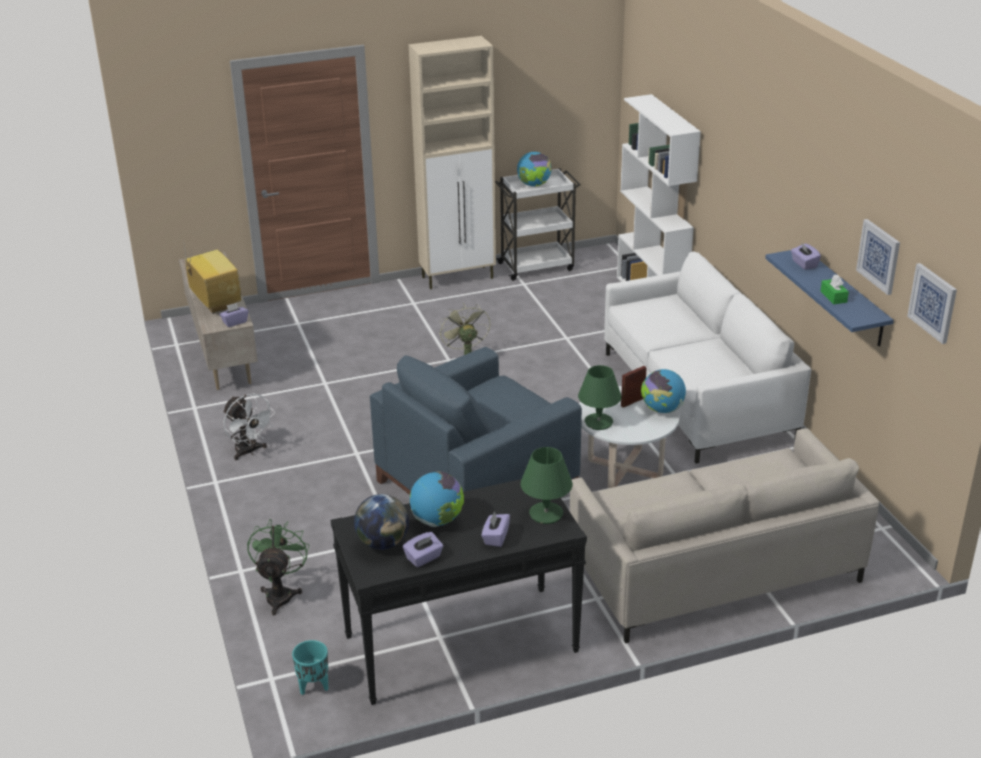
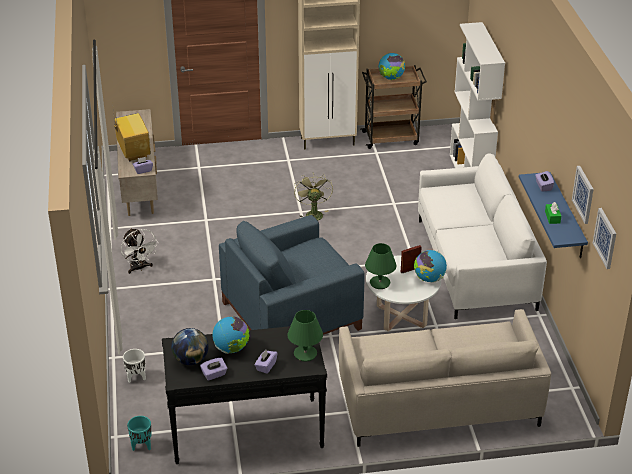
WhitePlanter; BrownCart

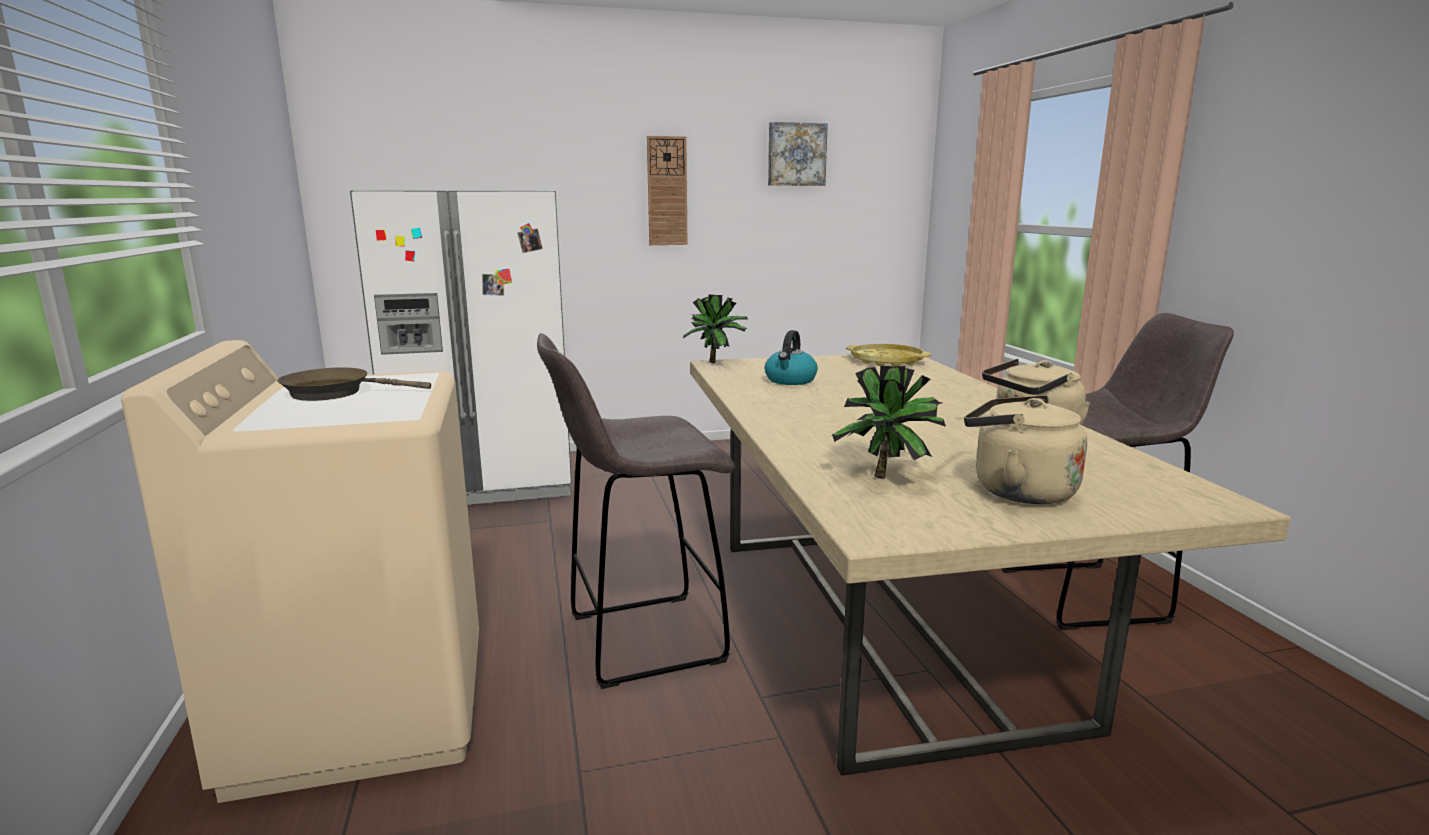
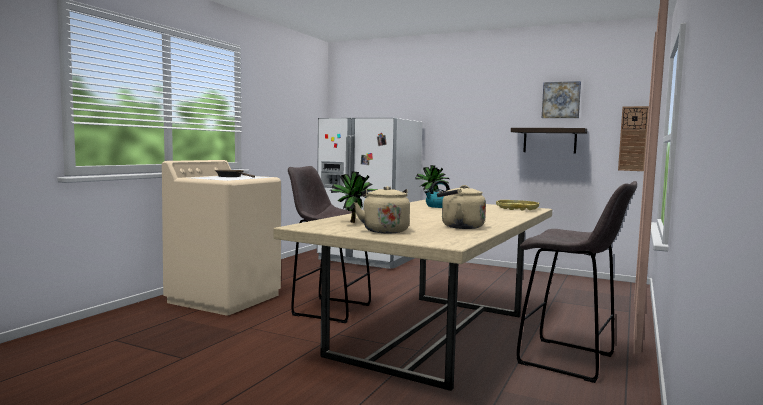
Shelf; WallClock

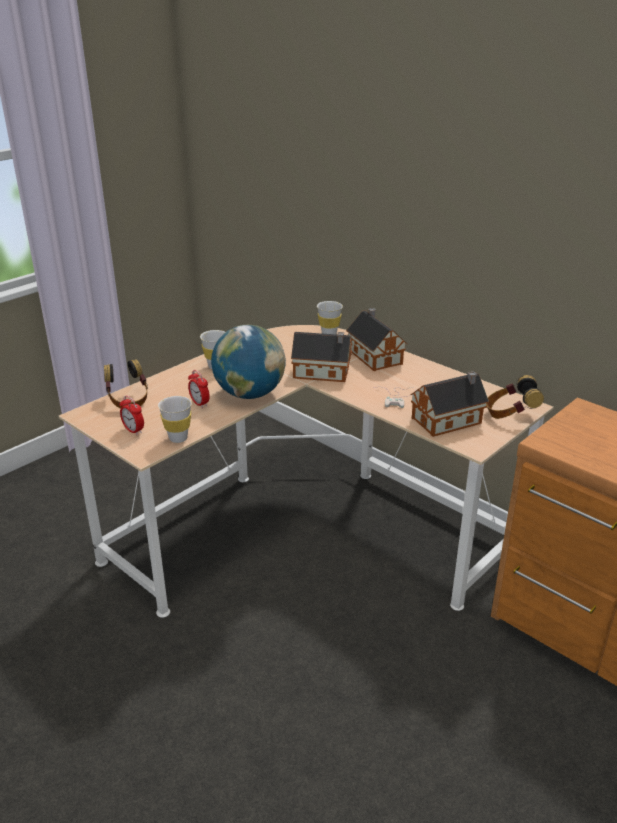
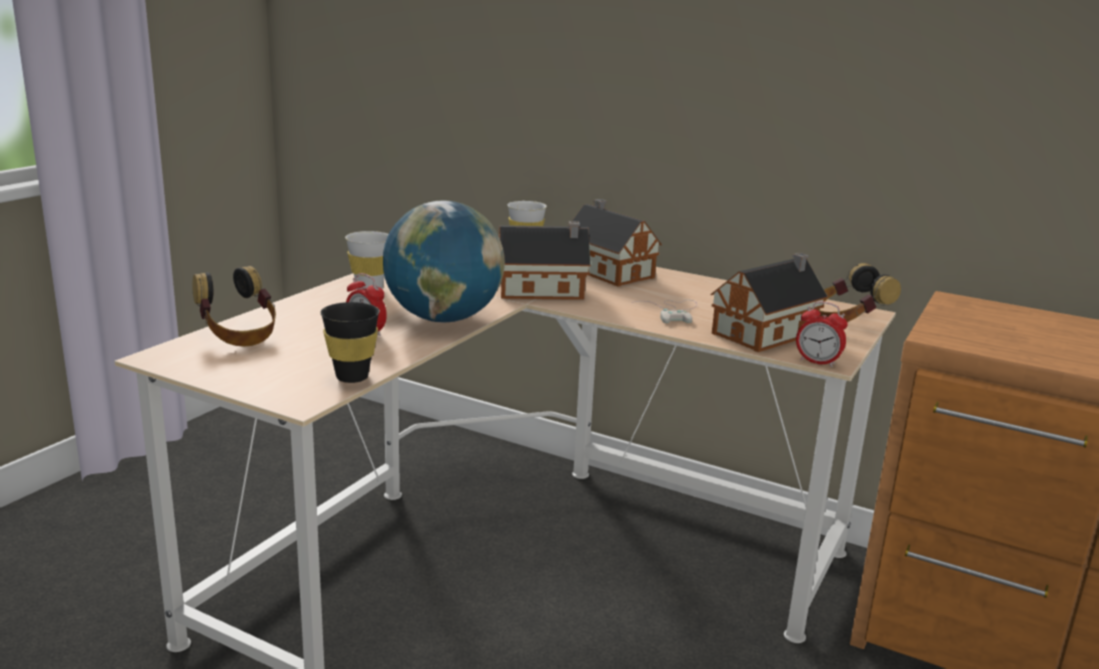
BlackCup; AlarmClock (2nd from left)

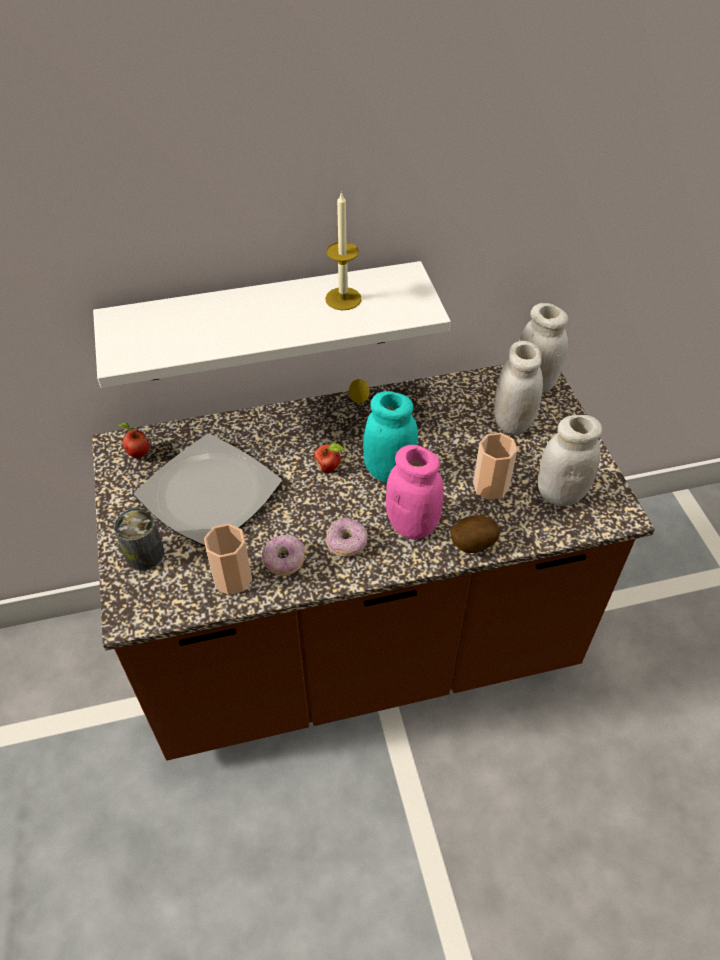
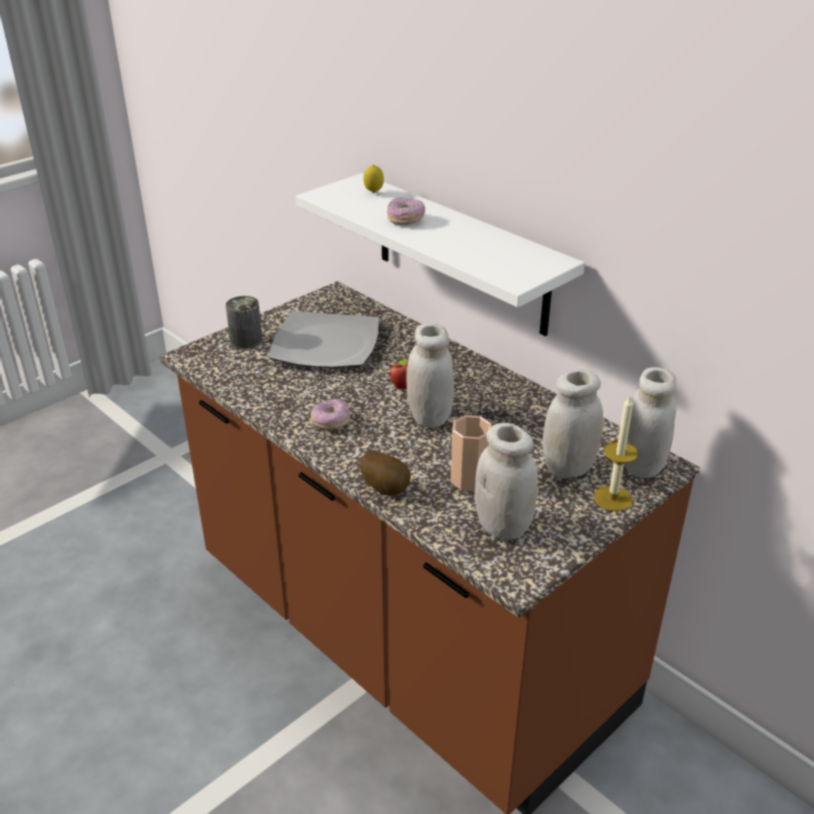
Lemon; Donut (2nd from left); WhiteJar (1st from left); Candle; Apple (1st from left in the first image); Cup (1st from left in the first image); PinkJar

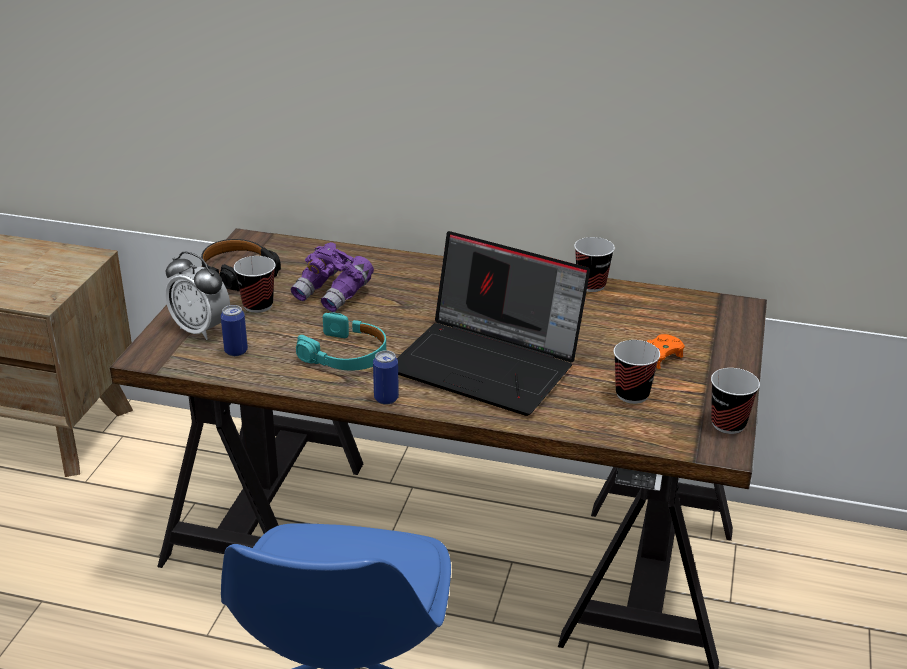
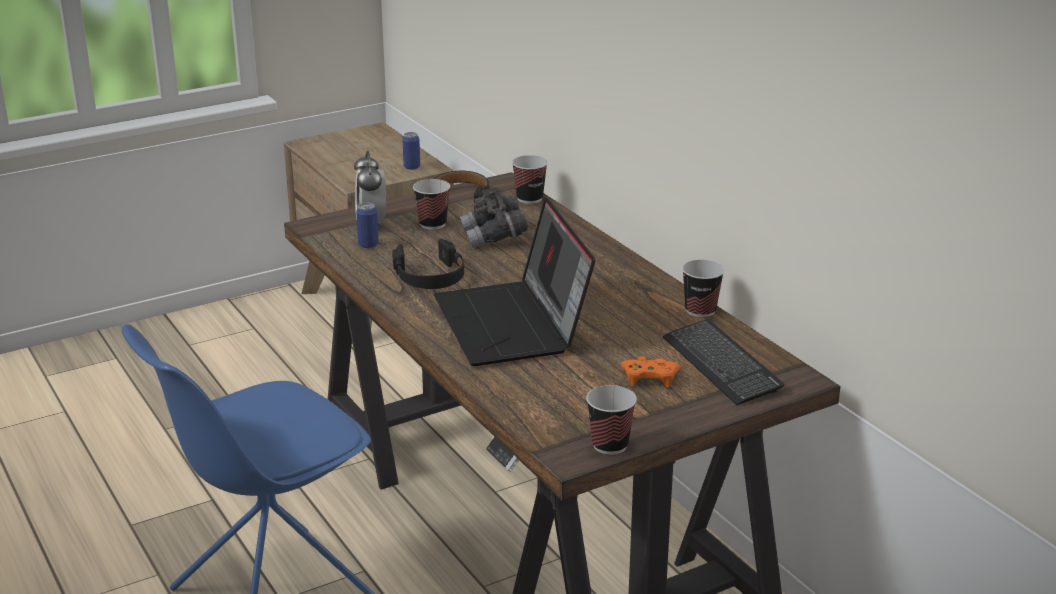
BlackHeadphones (1st from left); Can (2nd from left); GreyBinoculars; Cup (2nd from left); Keyboard

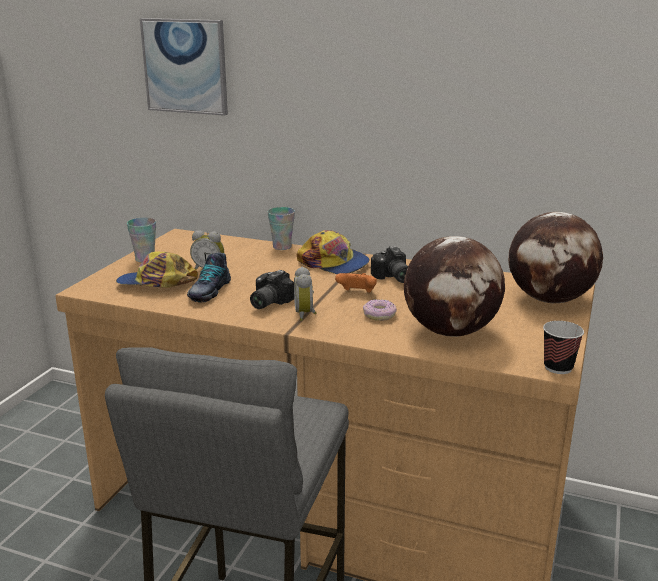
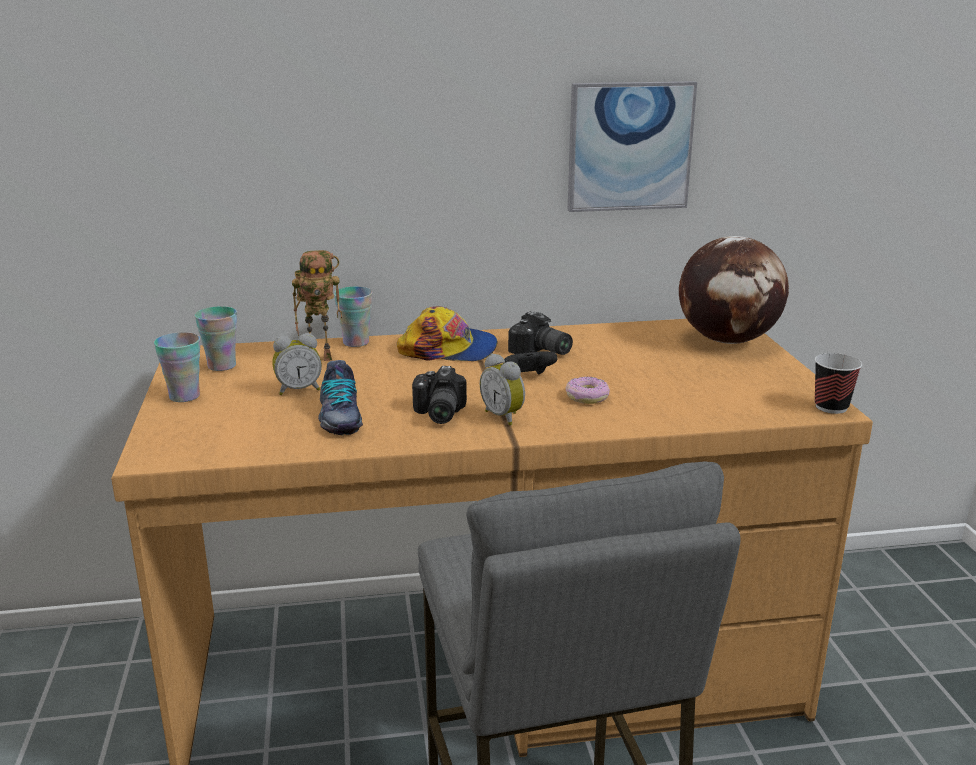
Cup (2nd from left); ToyRobot; BlackGameController; Picture; Cap (1st from left in the first image); Globe (1st from left in the first image)

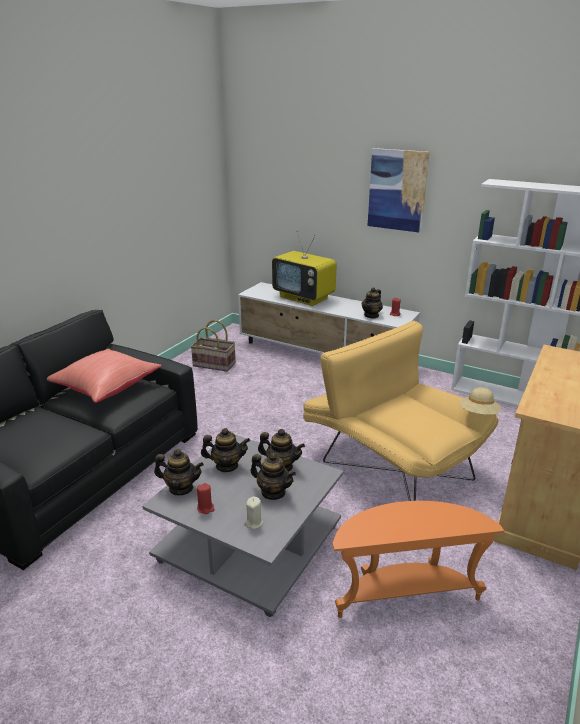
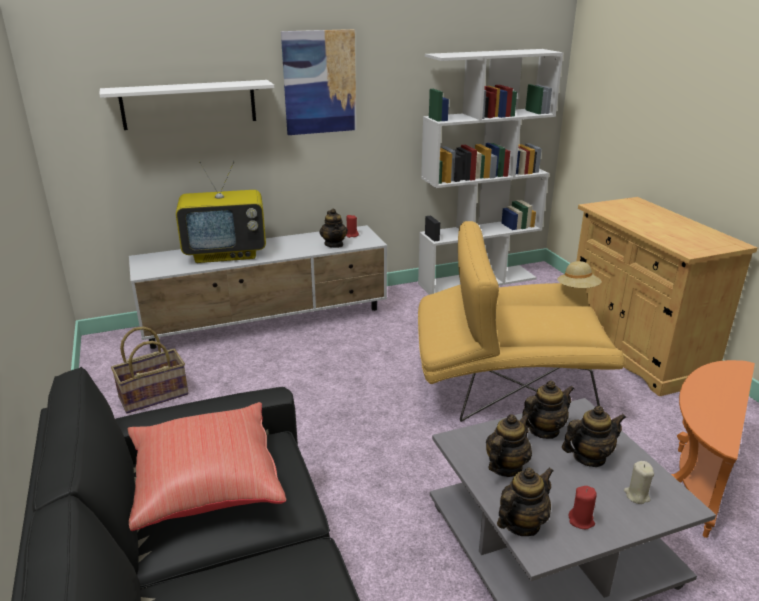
WhiteShelf

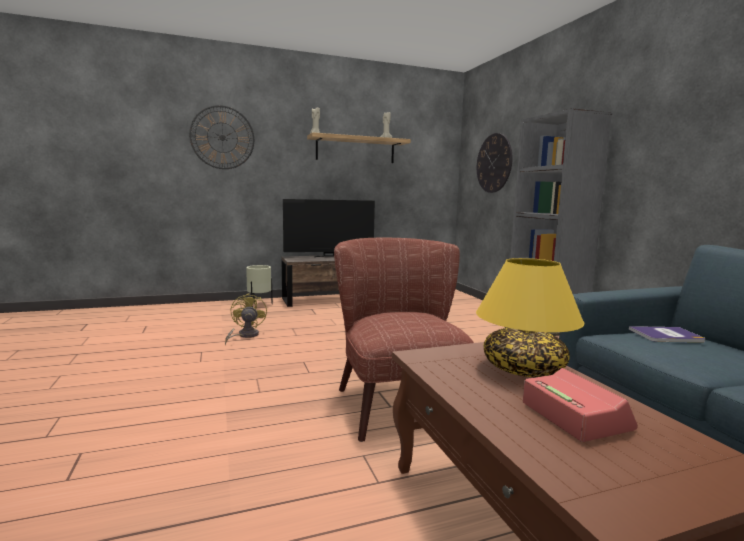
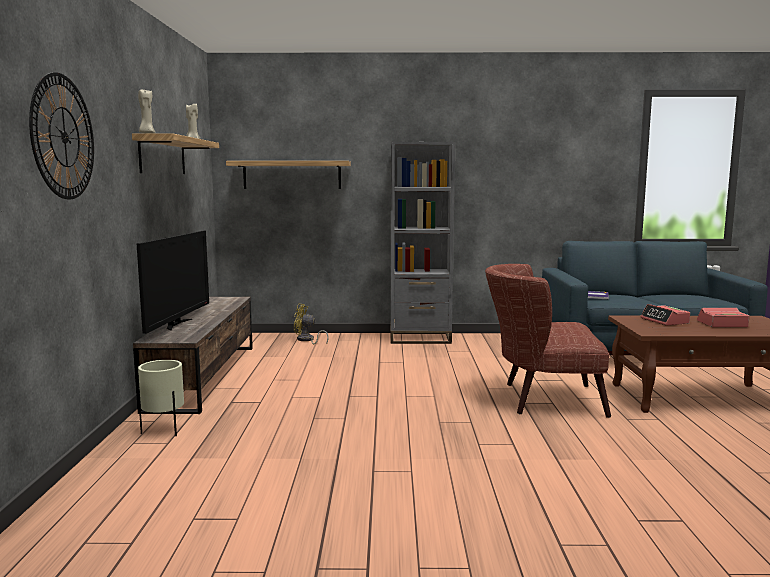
Shelf (2nd from left); YellowFan; AlarmClock (1st from left)

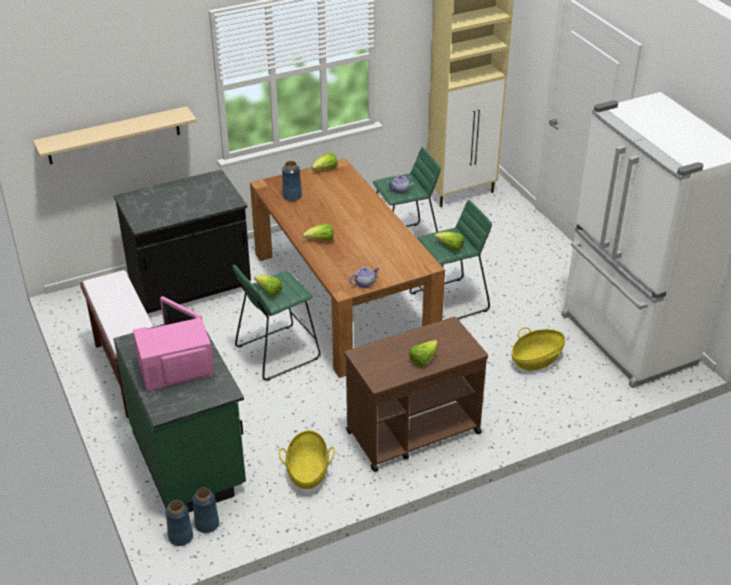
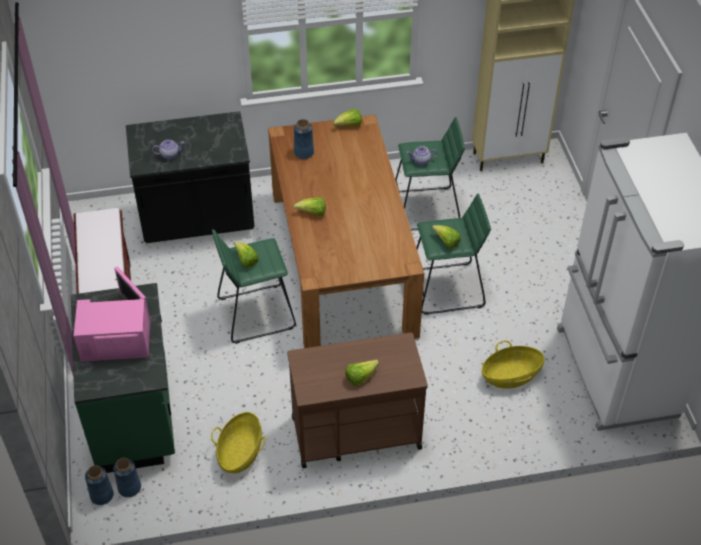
Teapot (1st from left); BeigeShelf

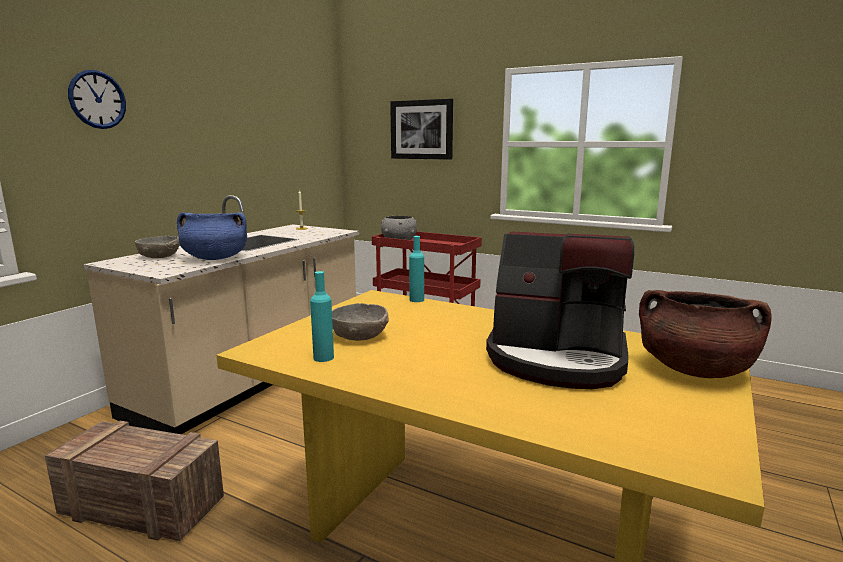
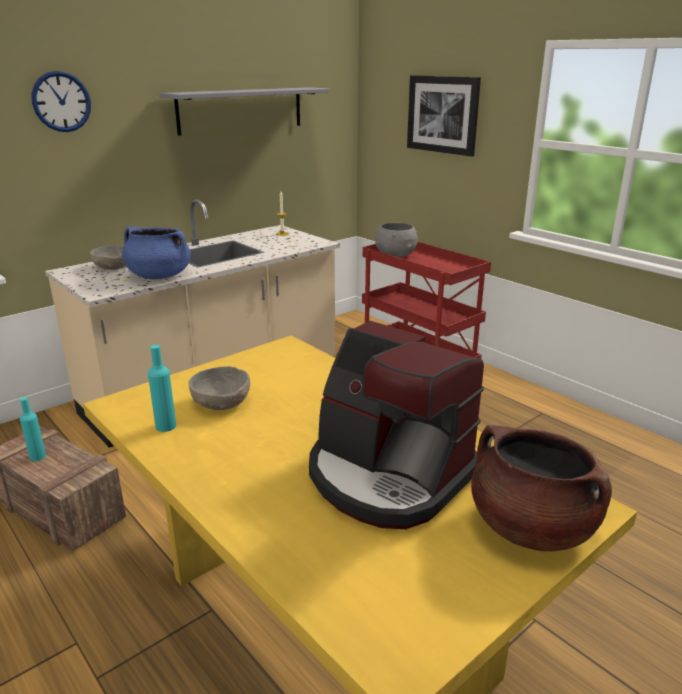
TurquoiseBottle (1st from left); GreyShelf

